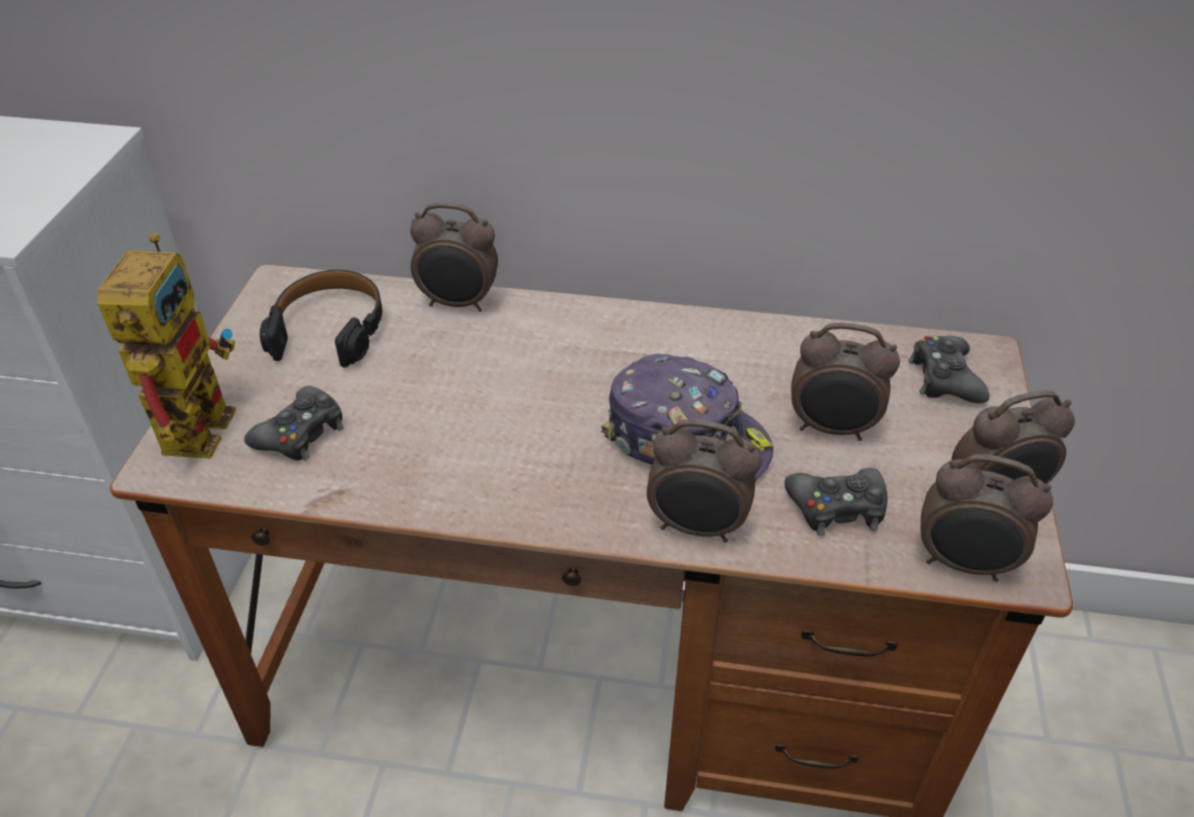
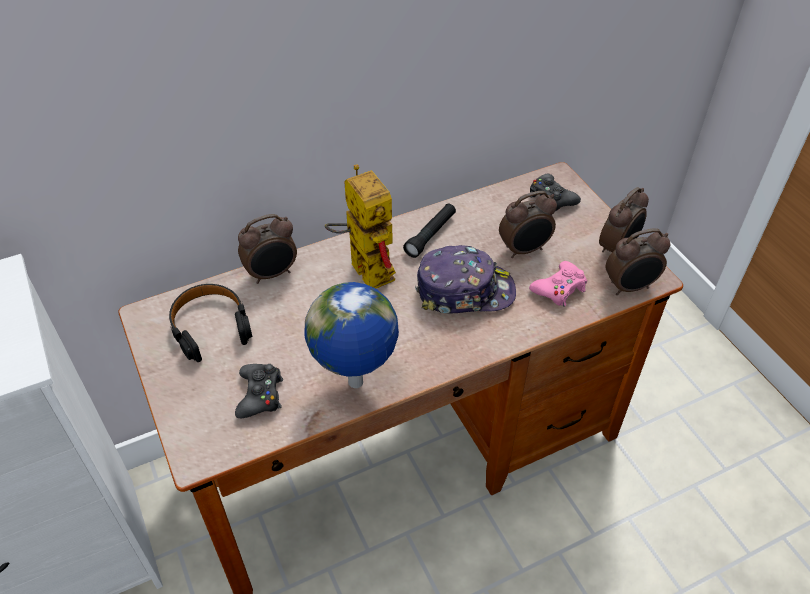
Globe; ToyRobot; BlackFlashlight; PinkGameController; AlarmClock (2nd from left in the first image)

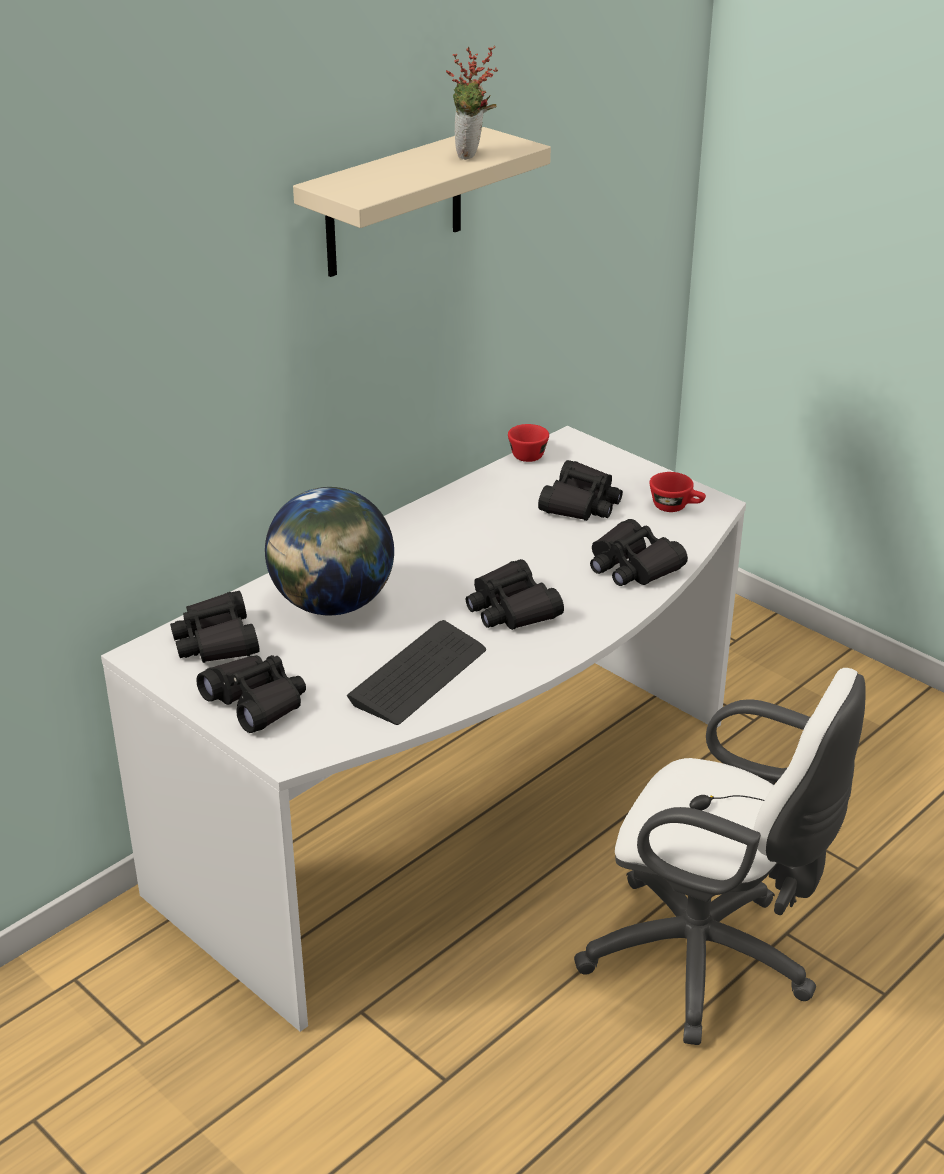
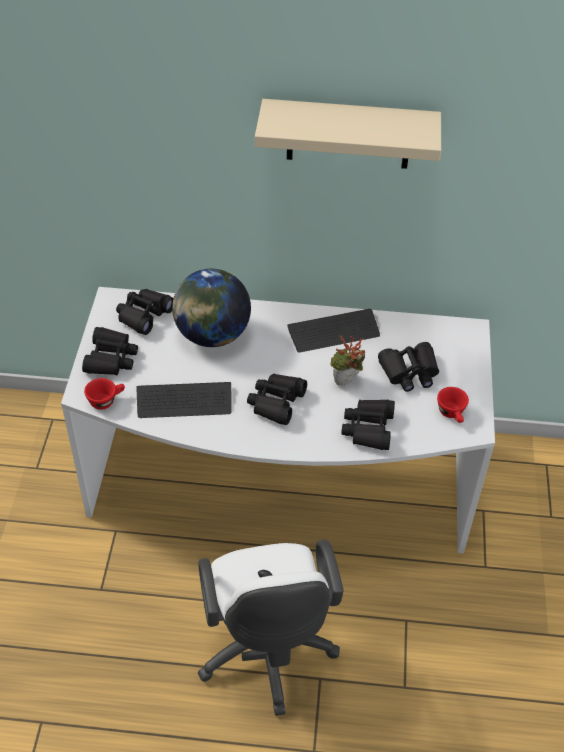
RedCup (1st from left); Keyboard (2nd from left); PottedPlant

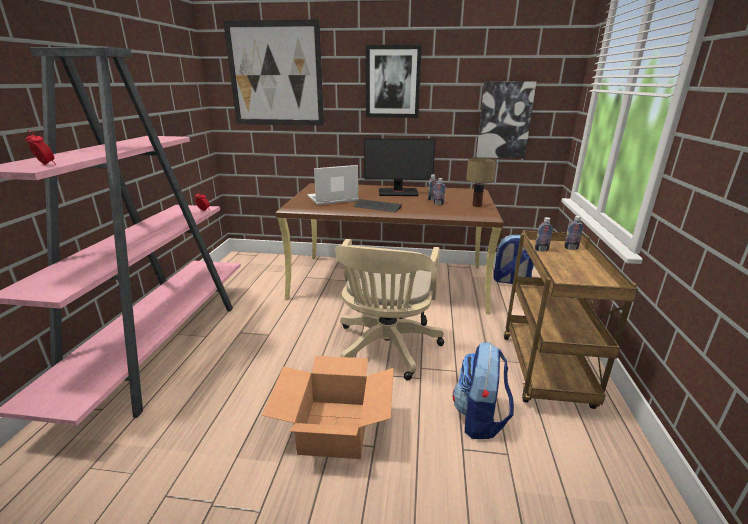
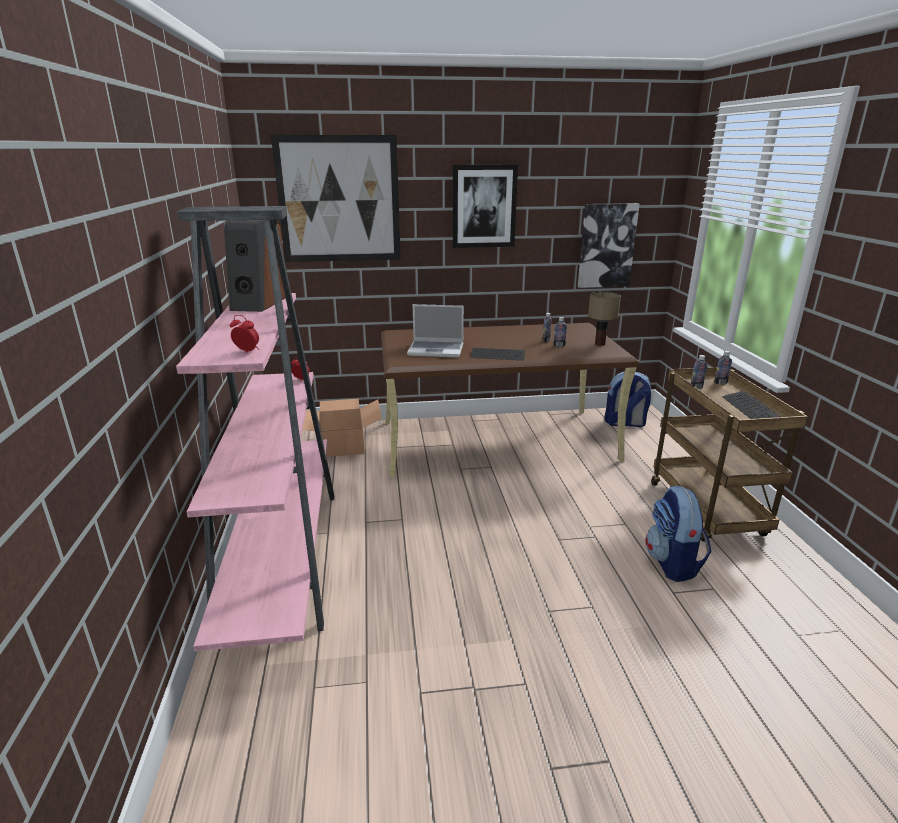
Speaker; CardboardBox; Laptop; Keyboard (2nd from left); BeigeOfficeChair; Monitor

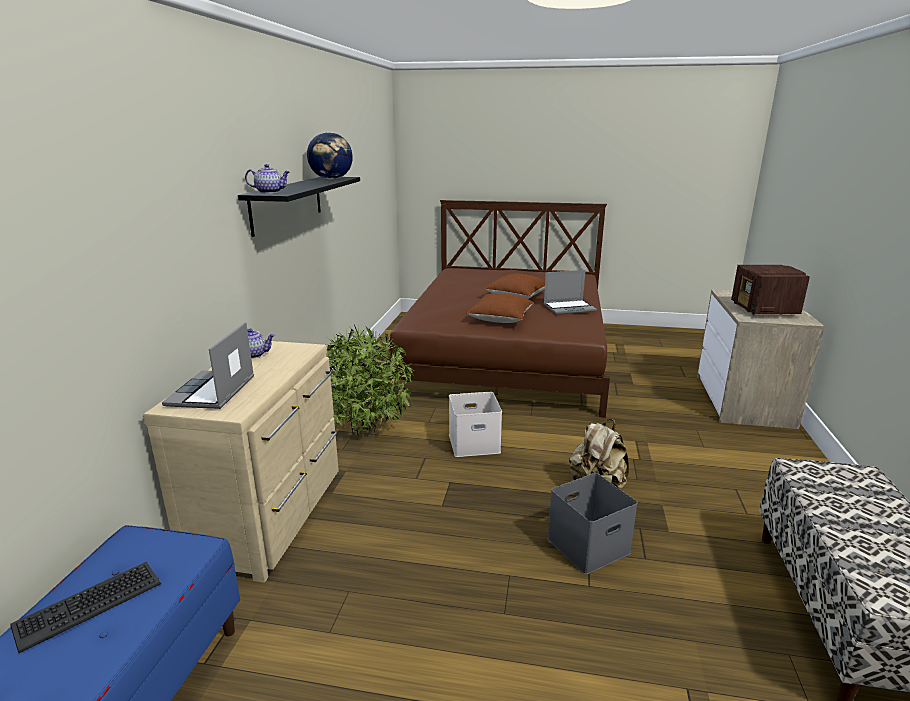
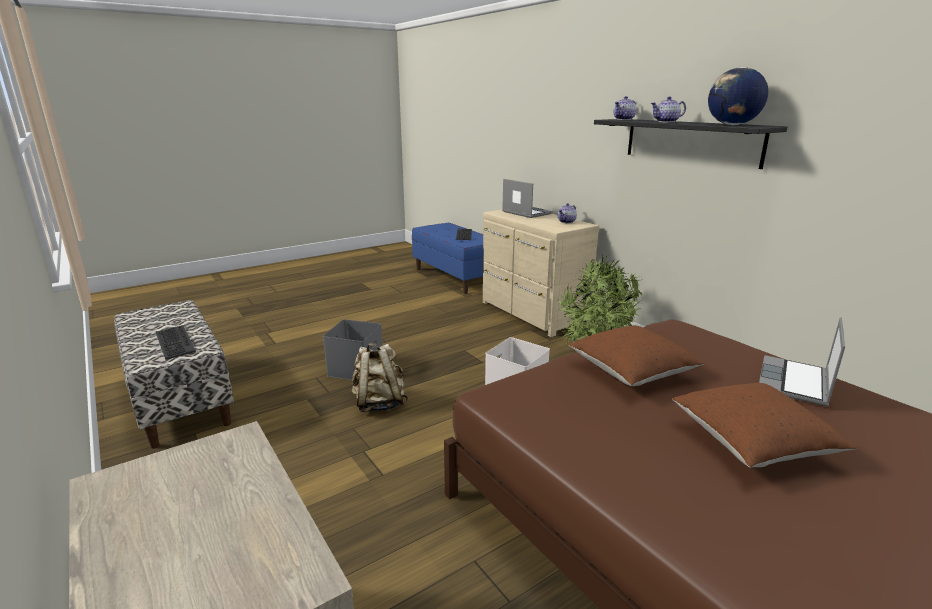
Keyboard (1st from left); Teapot (3rd from left); Laptop (2nd from left); Radio

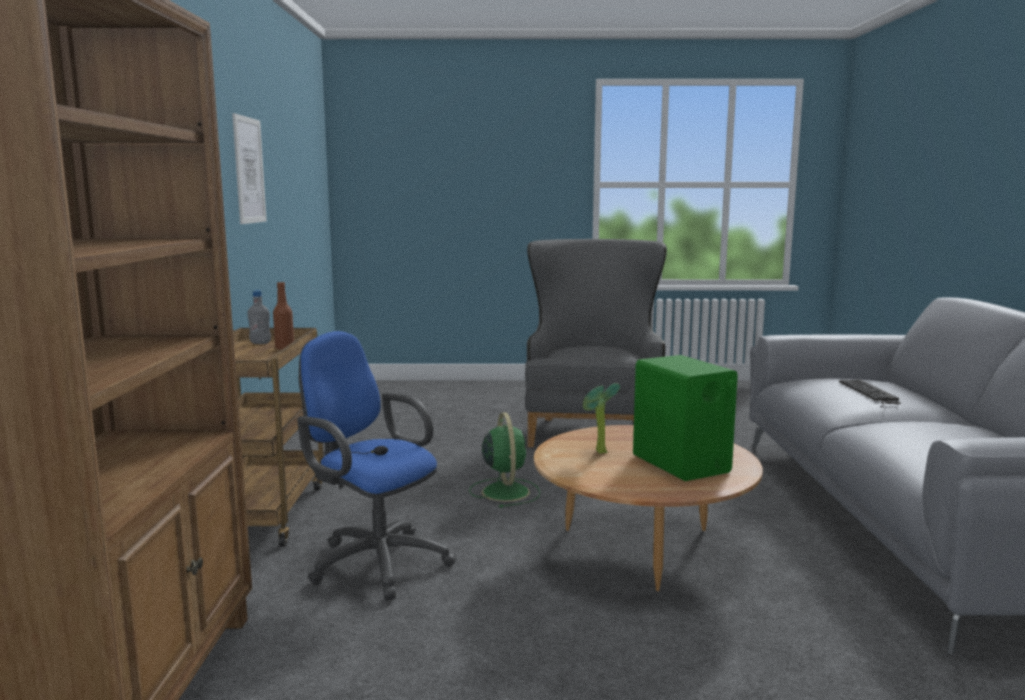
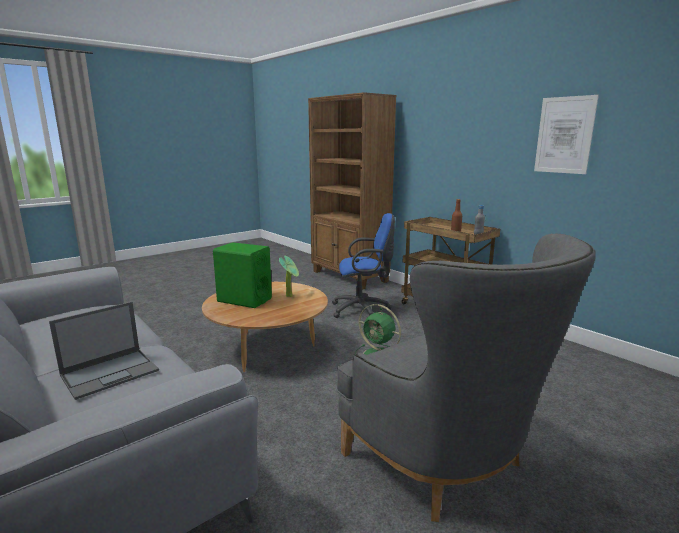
Laptop

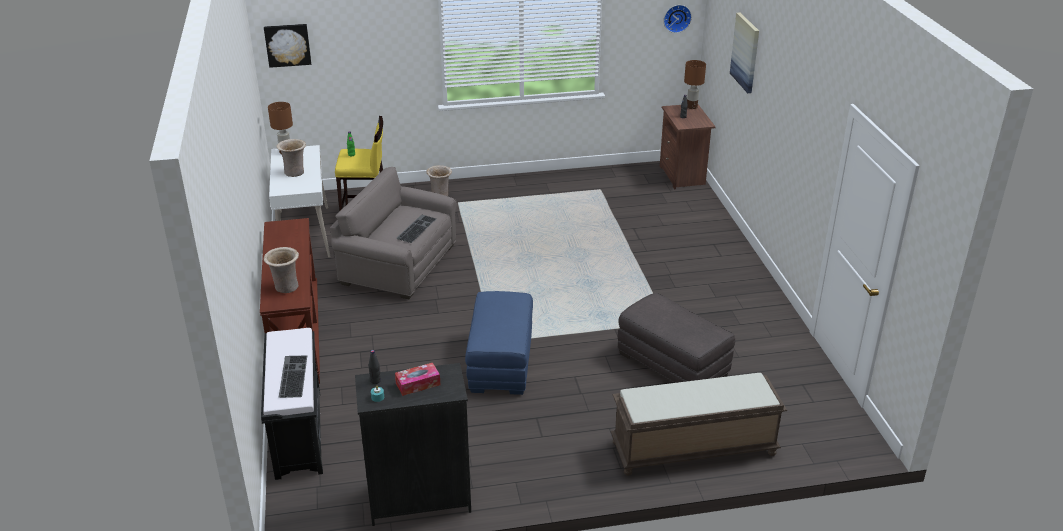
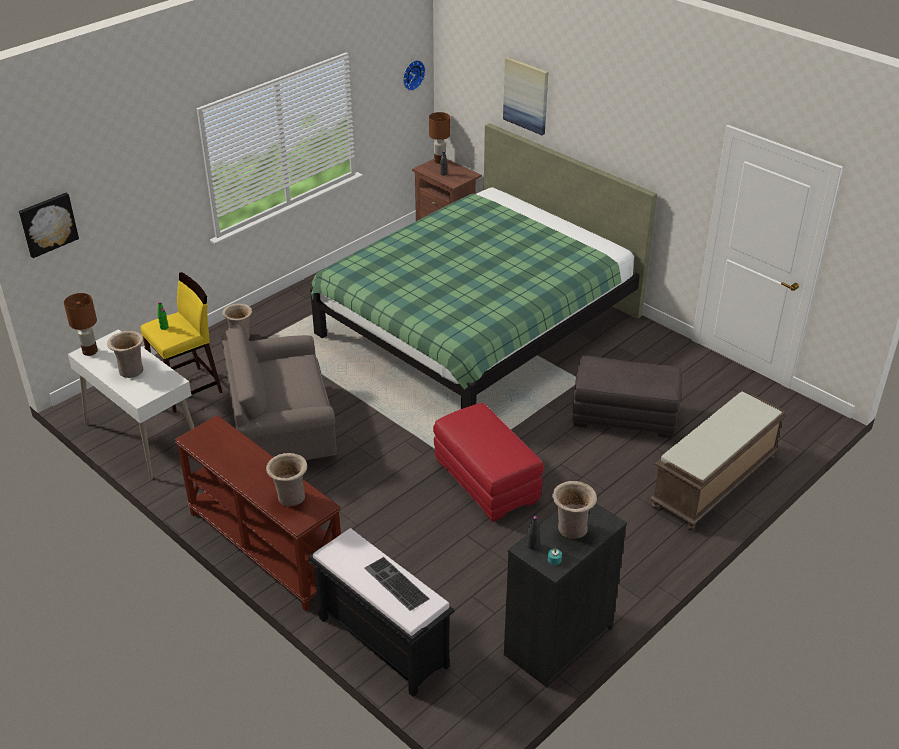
GreenBed; RedOttoman; BeigeVase (4th from left); Keyboard (2nd from left in the first image)

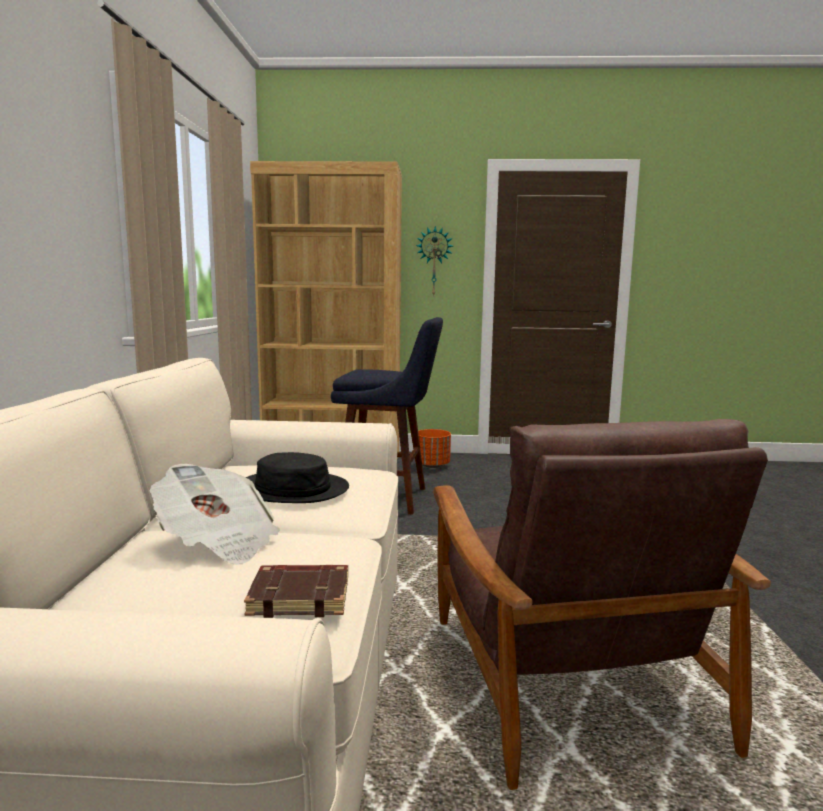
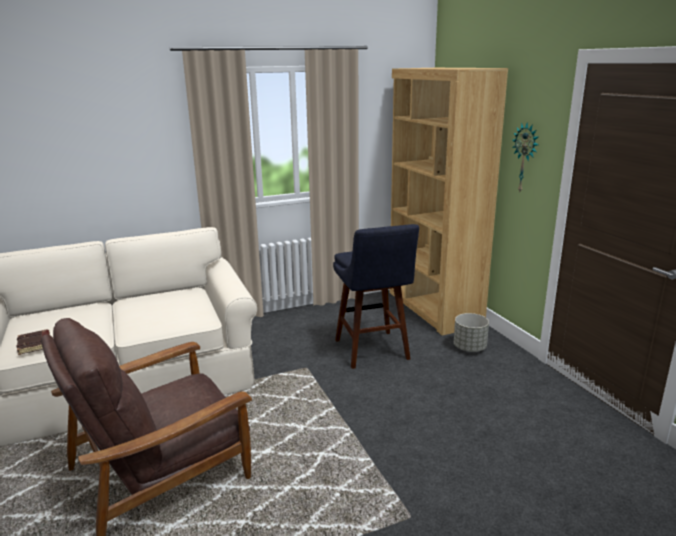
GreyPlanter; Newspaper; BlackHat

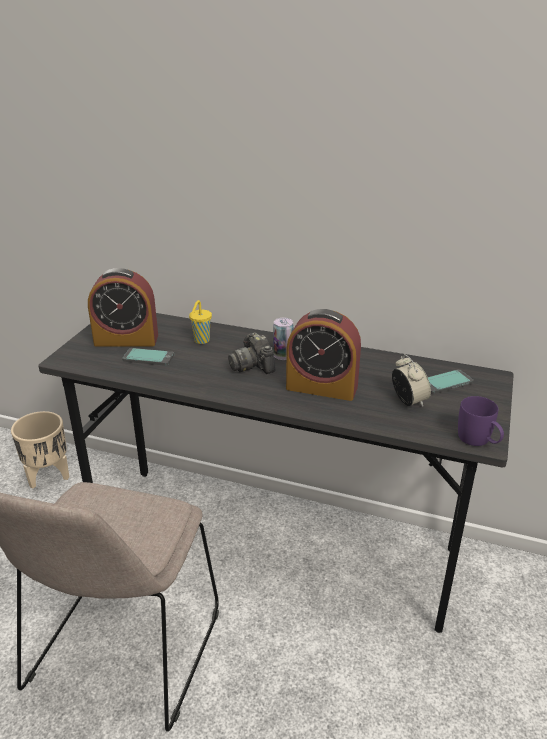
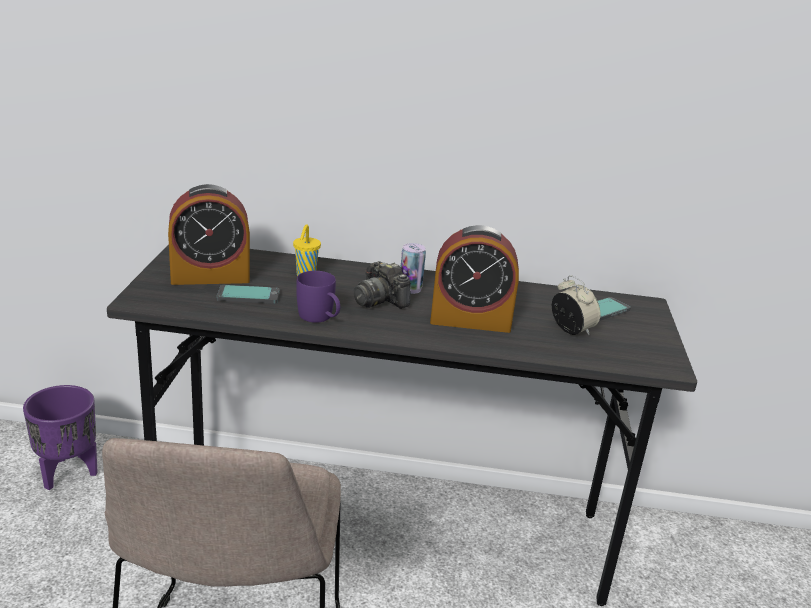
PurplePlanter; PurpleMug

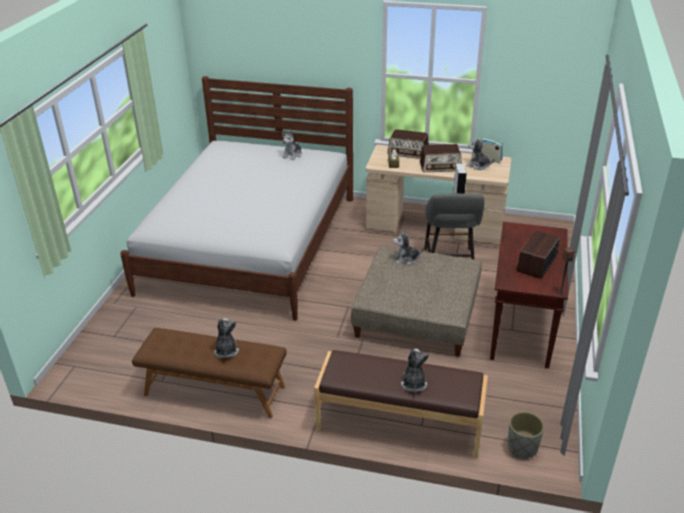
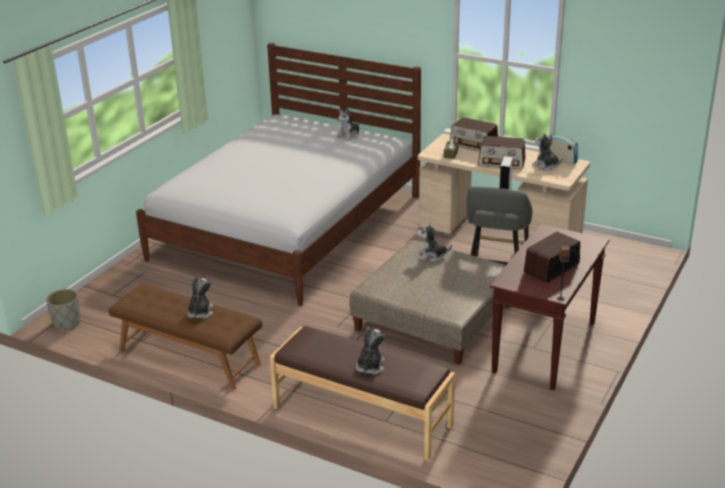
GreyPlanter

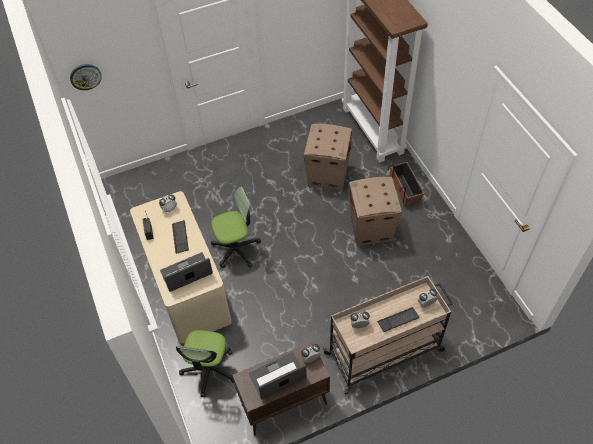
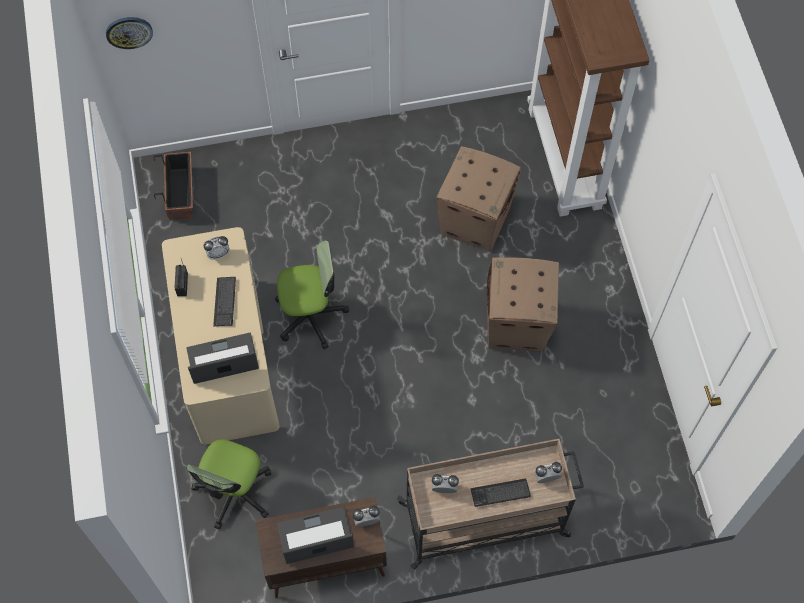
Planter

